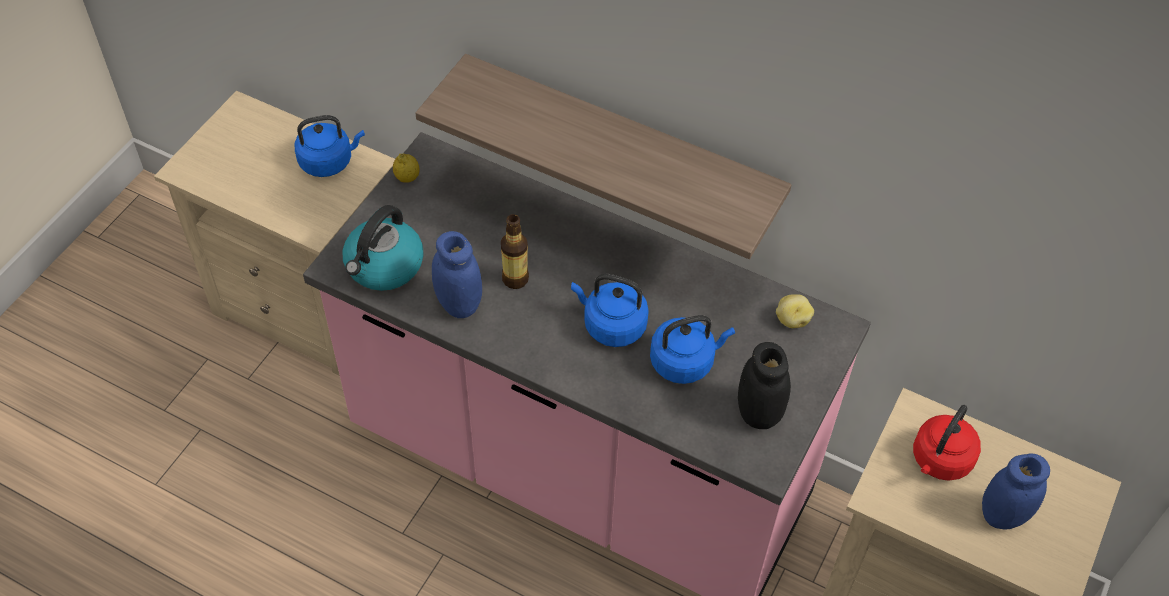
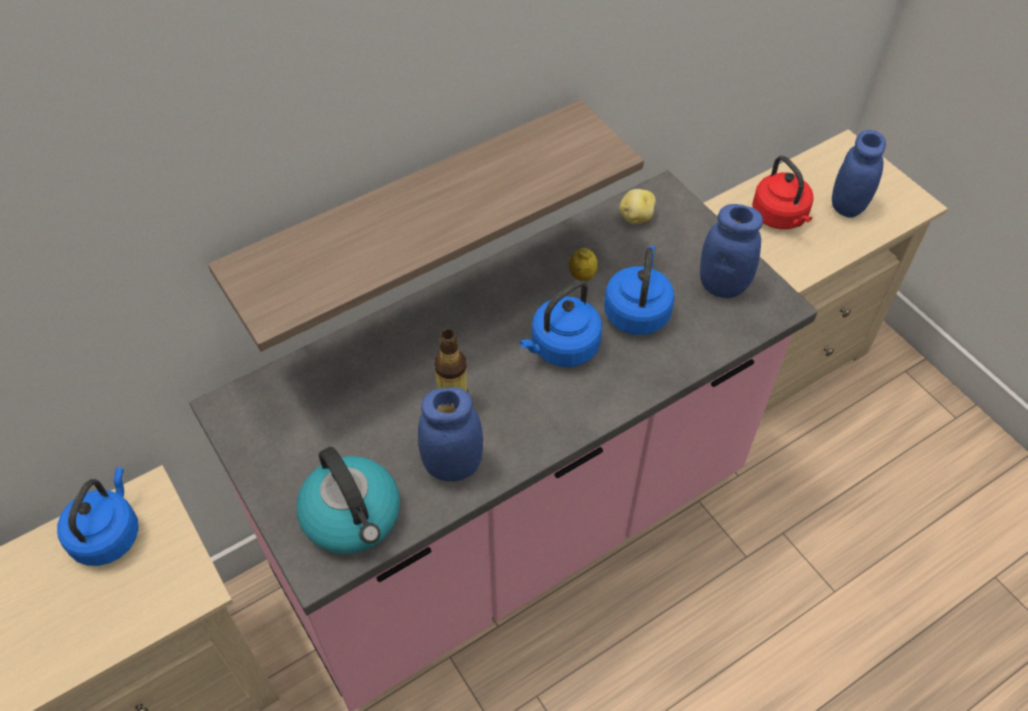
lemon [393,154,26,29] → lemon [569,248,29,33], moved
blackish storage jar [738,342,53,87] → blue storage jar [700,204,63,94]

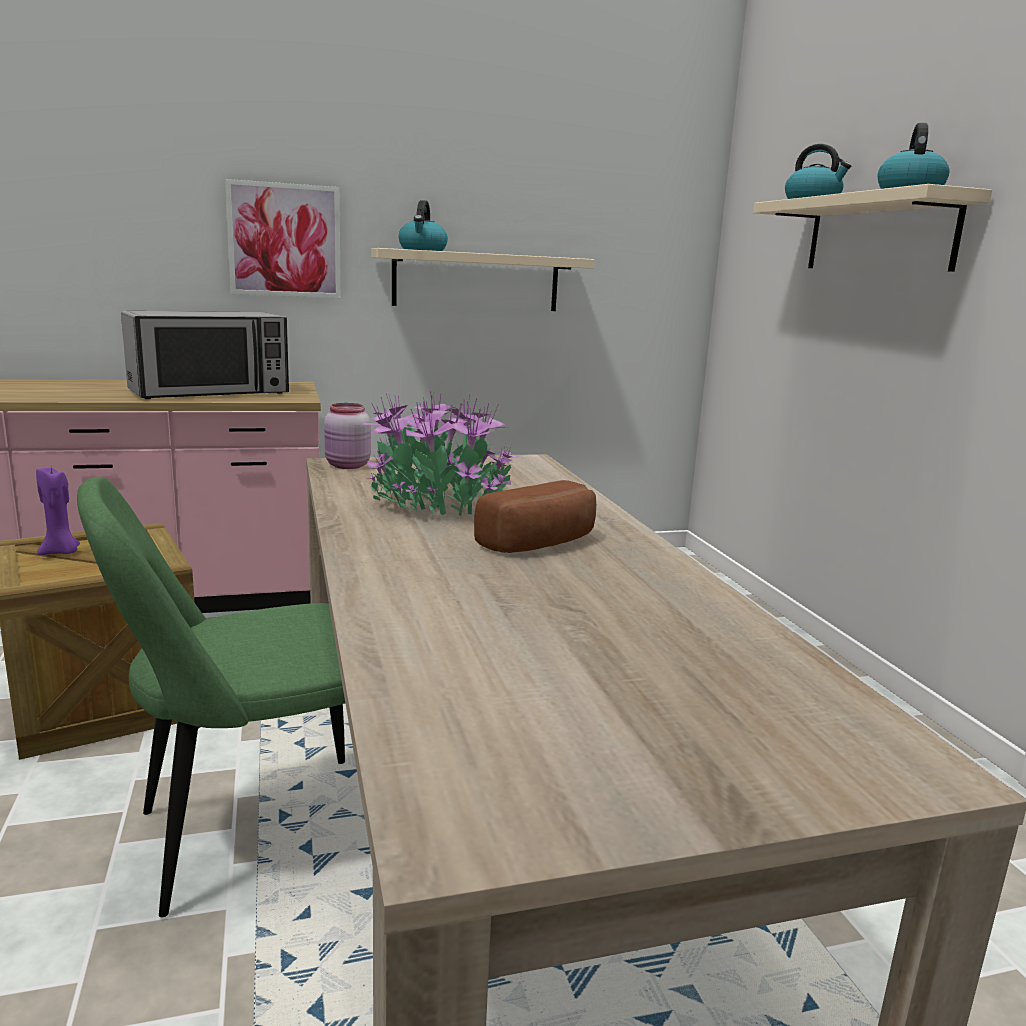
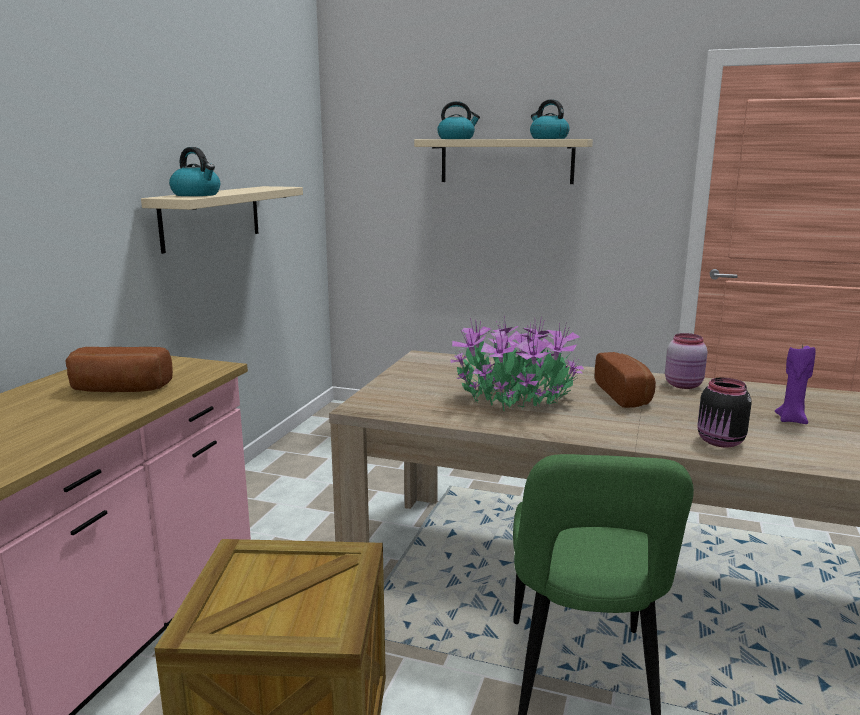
wall picture [225,179,116,119] → -
microwave [121,311,168,88] → bakery bread [65,347,108,45]
pink storage jar [324,403,47,66] → pink storage jar [665,333,42,56], moved
purple-coloured wax light [36,468,44,87] → purple-coloured wax light [775,345,41,79], moved
- → blackish storage jar [697,378,55,70]

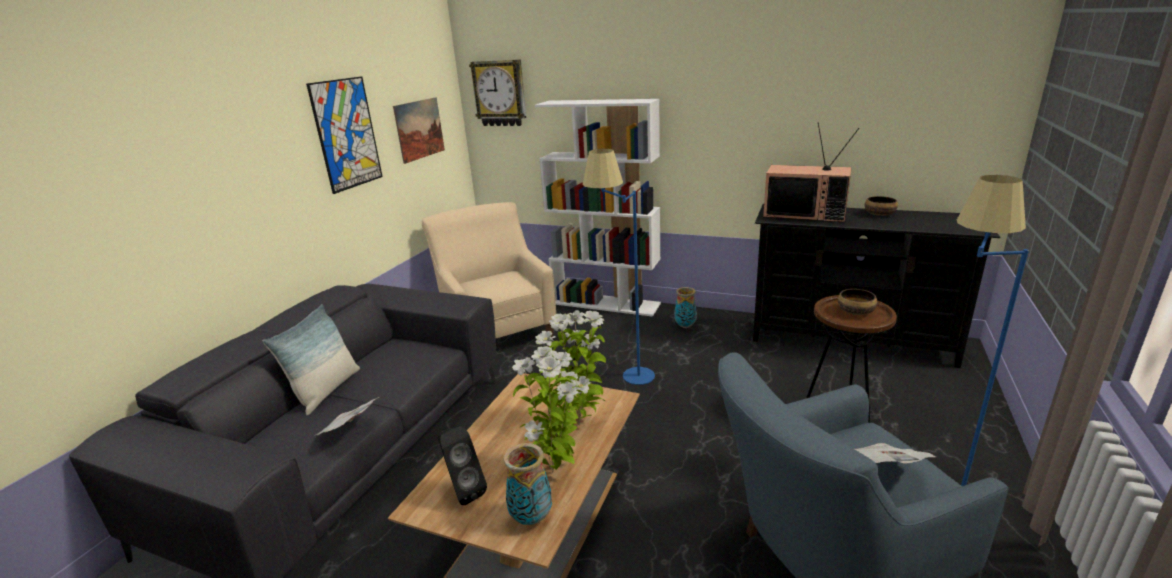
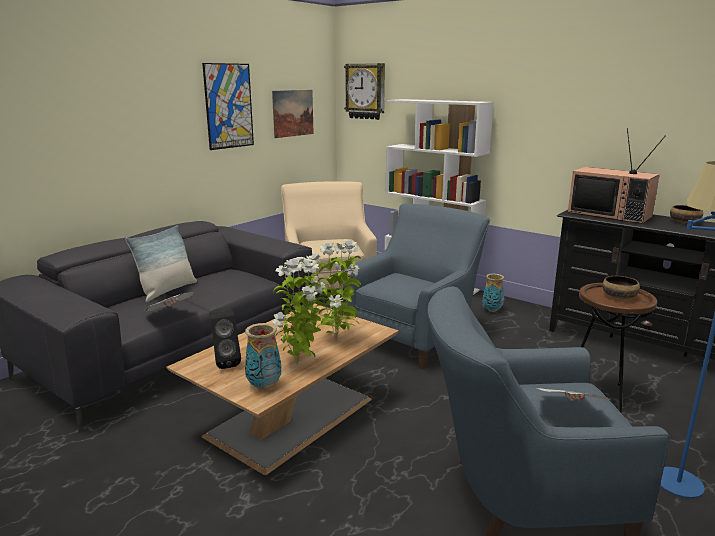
blue standing lamp [583,149,72,236] → blue easy chair [344,203,146,166]

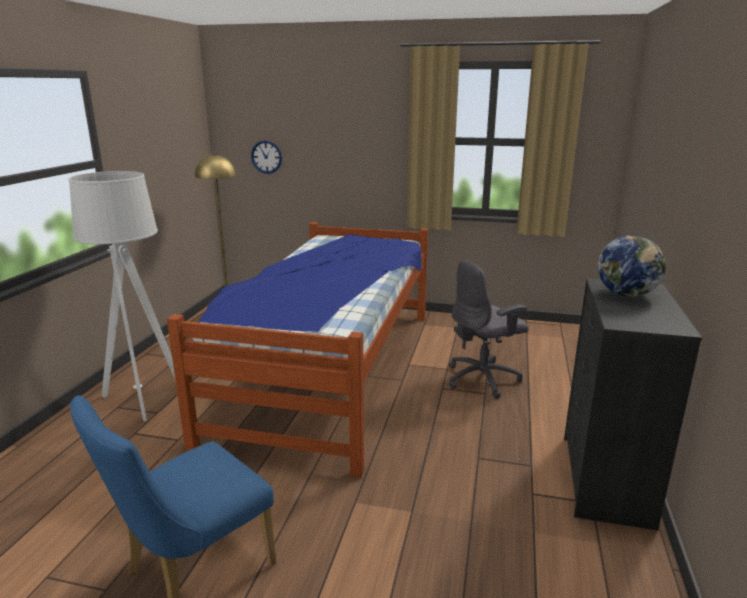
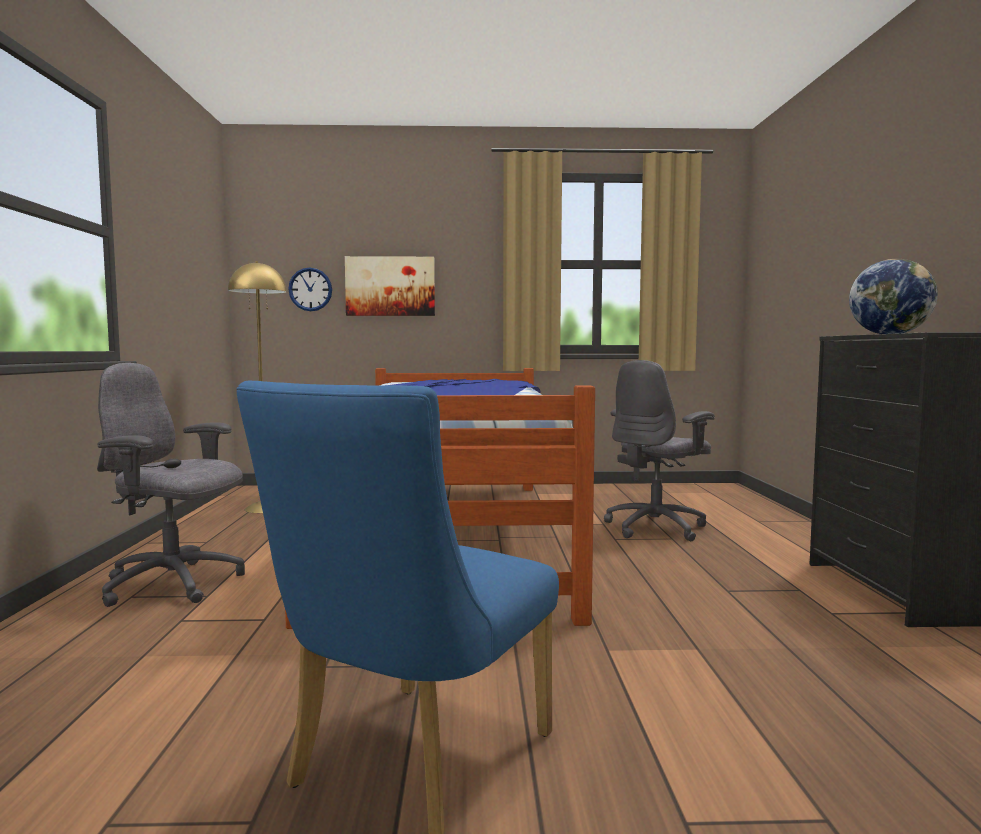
gray standing lamp [69,171,106,250] → gray computer chair [97,363,148,244]
- → wall picture [345,256,90,60]

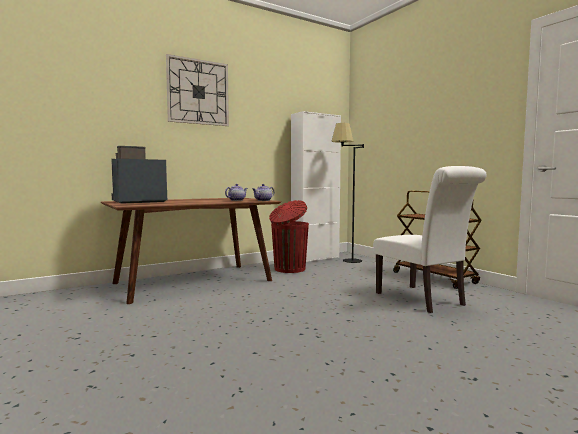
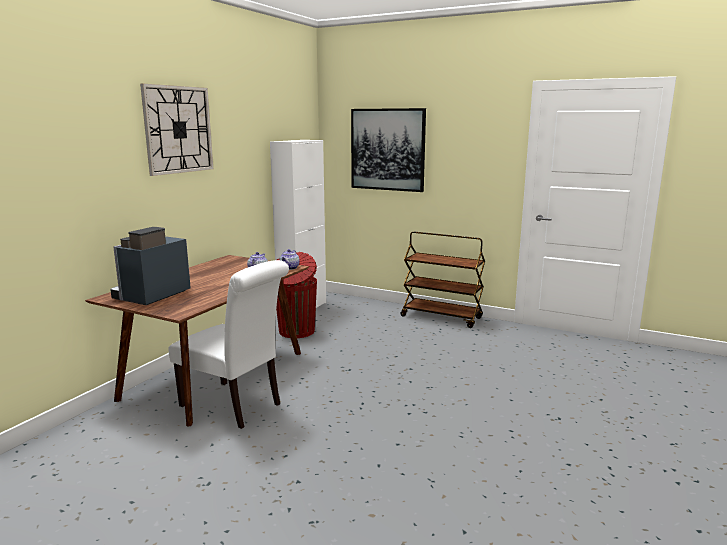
blackish standing lamp [331,123,33,140] → -
white-coloured upright chair [373,166,114,147] → white-coloured upright chair [169,260,120,169], moved
- → wall picture [351,108,75,84]

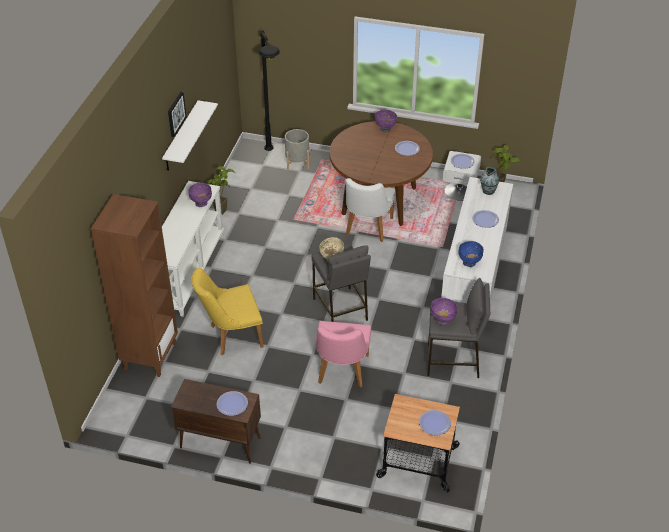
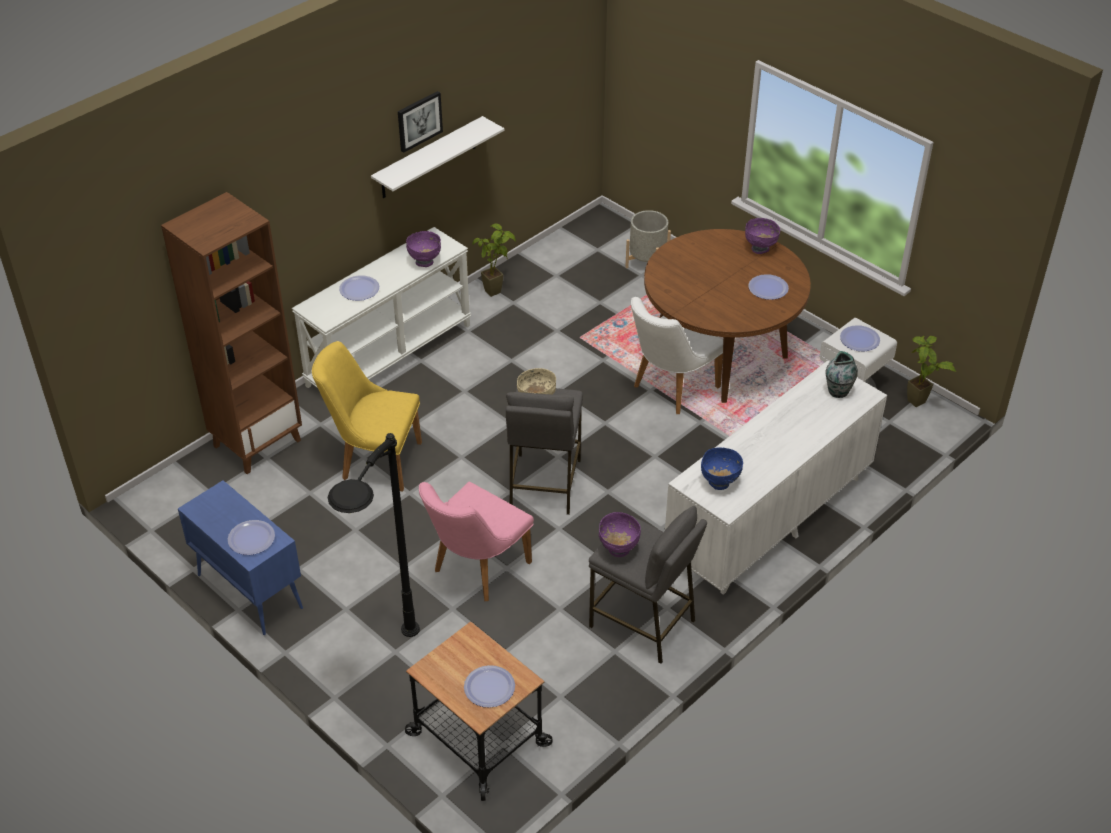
blackish standing lamp [259,30,21,121] → blackish standing lamp [328,433,92,204], moved
plate [472,210,27,18] → plate [339,275,40,26], moved
brown cupboard [171,379,90,85] → blue cupboard [178,480,125,155]

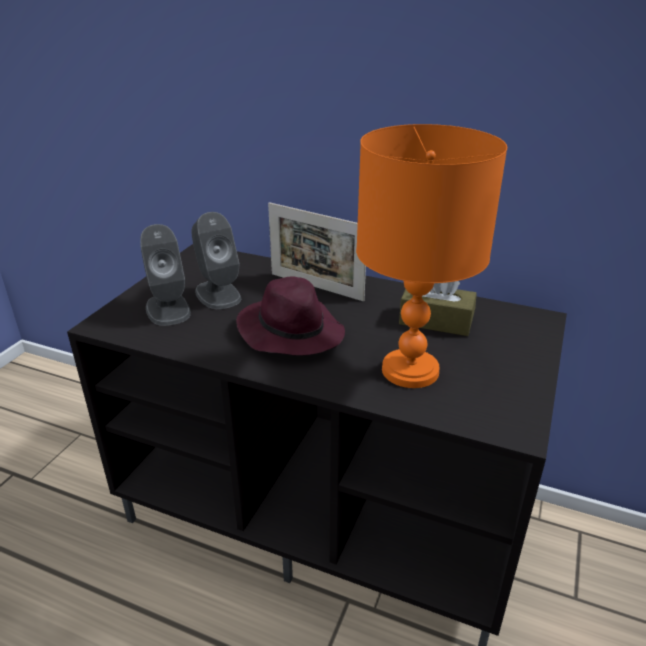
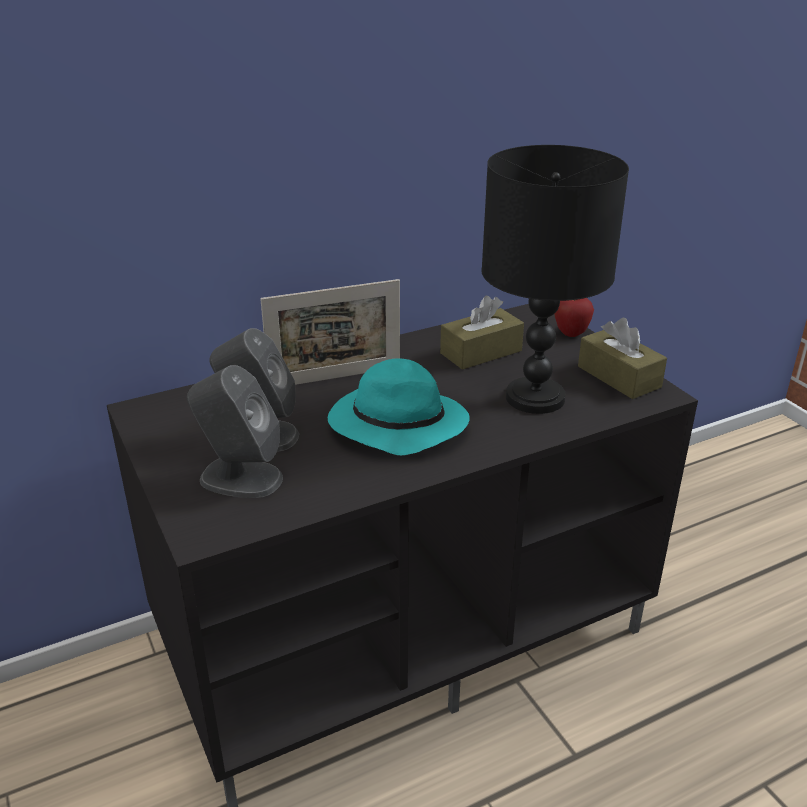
orange table lamp [356,124,151,264] → blackish table lamp [481,145,148,269]
purple-coloured clothing hat [236,276,109,80] → turquoise clothing hat [328,358,142,97]
- → whole apple [555,298,39,39]
- → brown tissue box [578,318,89,81]

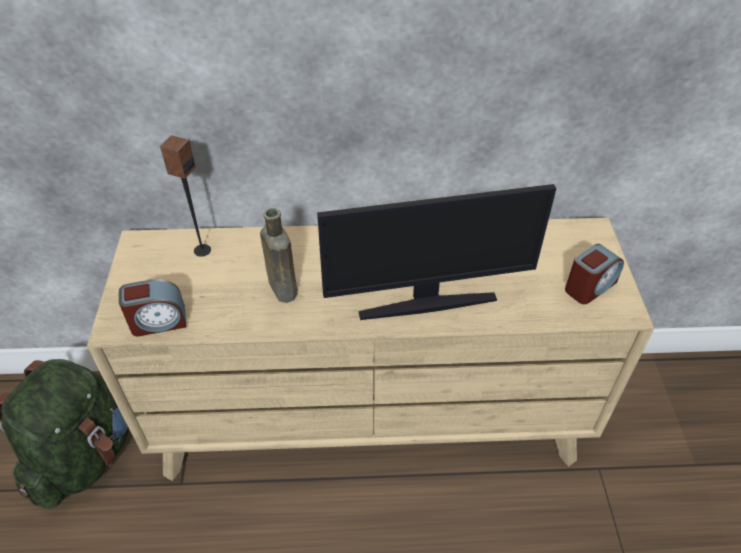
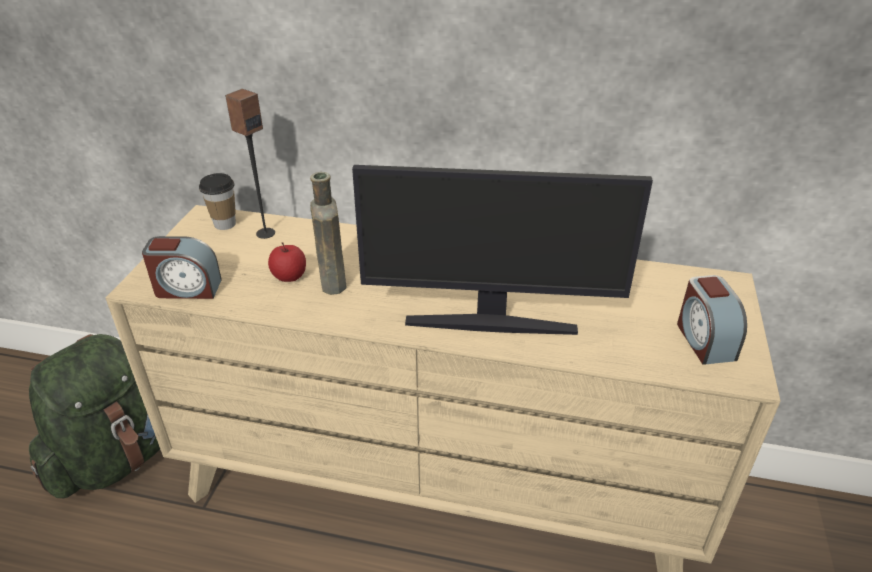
bedside clock [565,244,59,60] → bedside clock [677,275,70,90], 105 degrees clockwise
- → small cup [199,173,37,57]
- → whole apple [268,242,38,40]

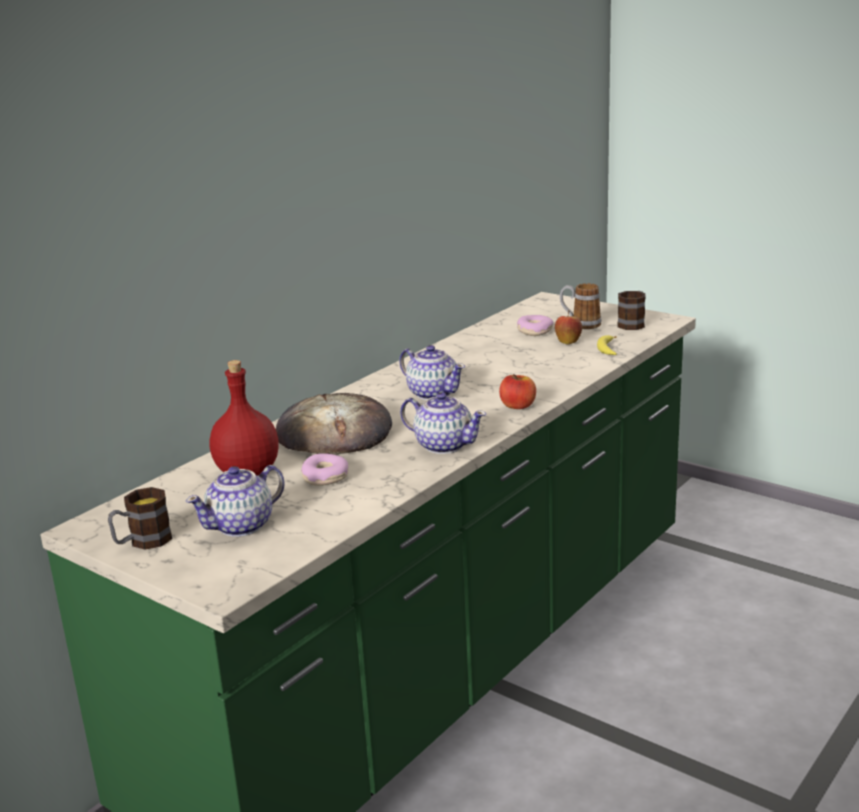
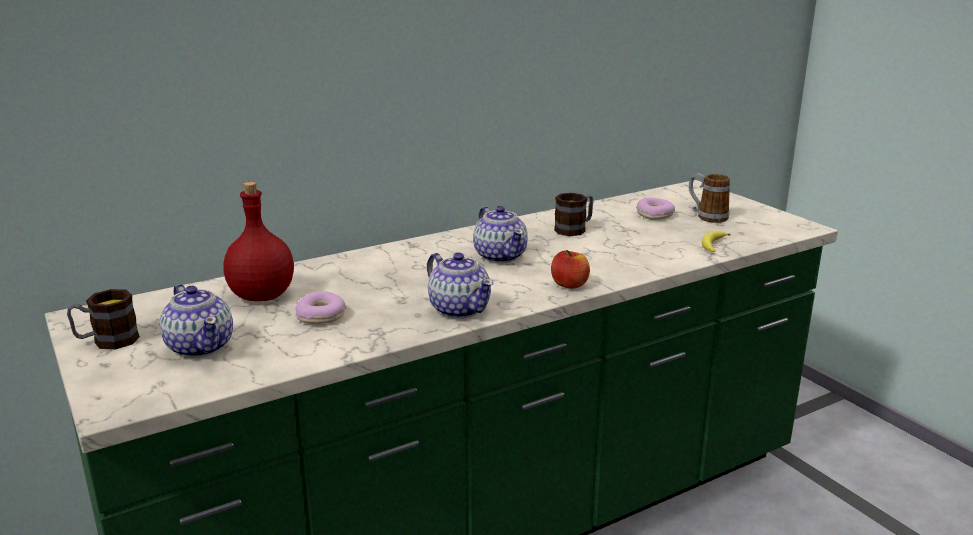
mug [617,291,29,39] → mug [554,193,40,43], moved
whole apple [555,310,27,35] → -
bakery bread [276,393,116,62] → -
pot for tea [186,465,99,72] → pot for tea [160,284,73,74], 105 degrees counterclockwise

